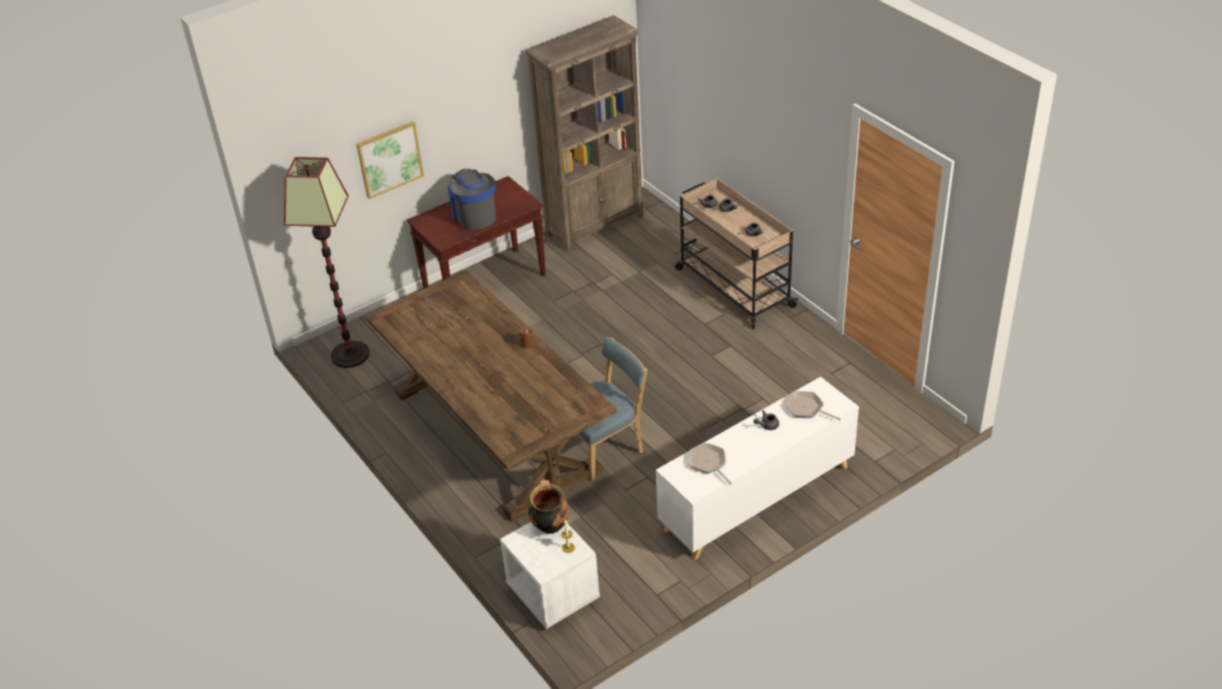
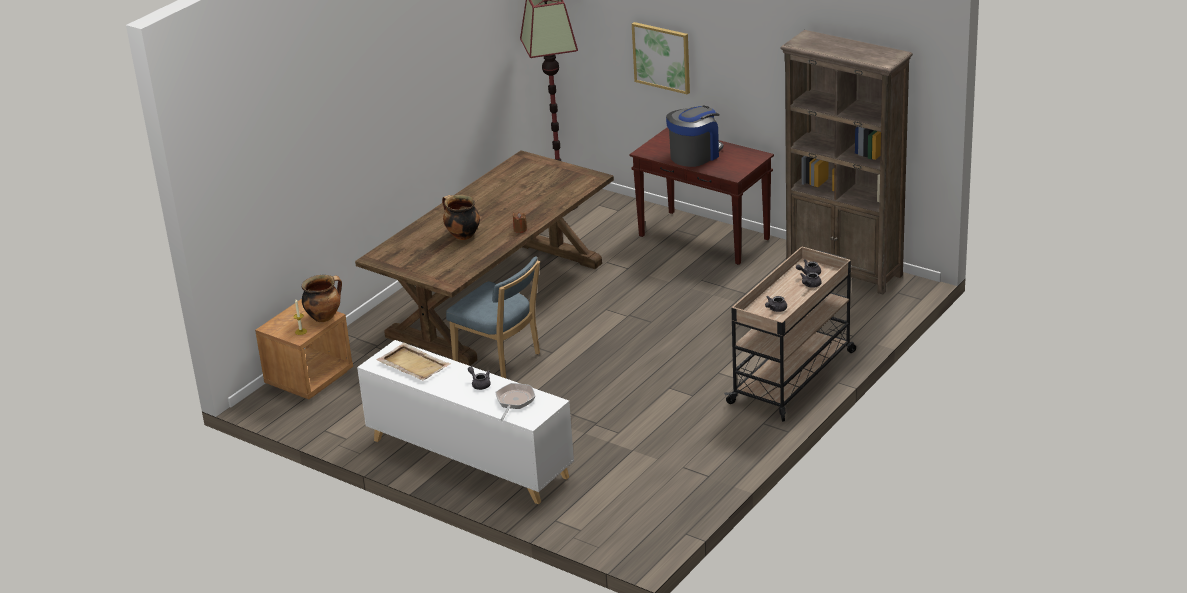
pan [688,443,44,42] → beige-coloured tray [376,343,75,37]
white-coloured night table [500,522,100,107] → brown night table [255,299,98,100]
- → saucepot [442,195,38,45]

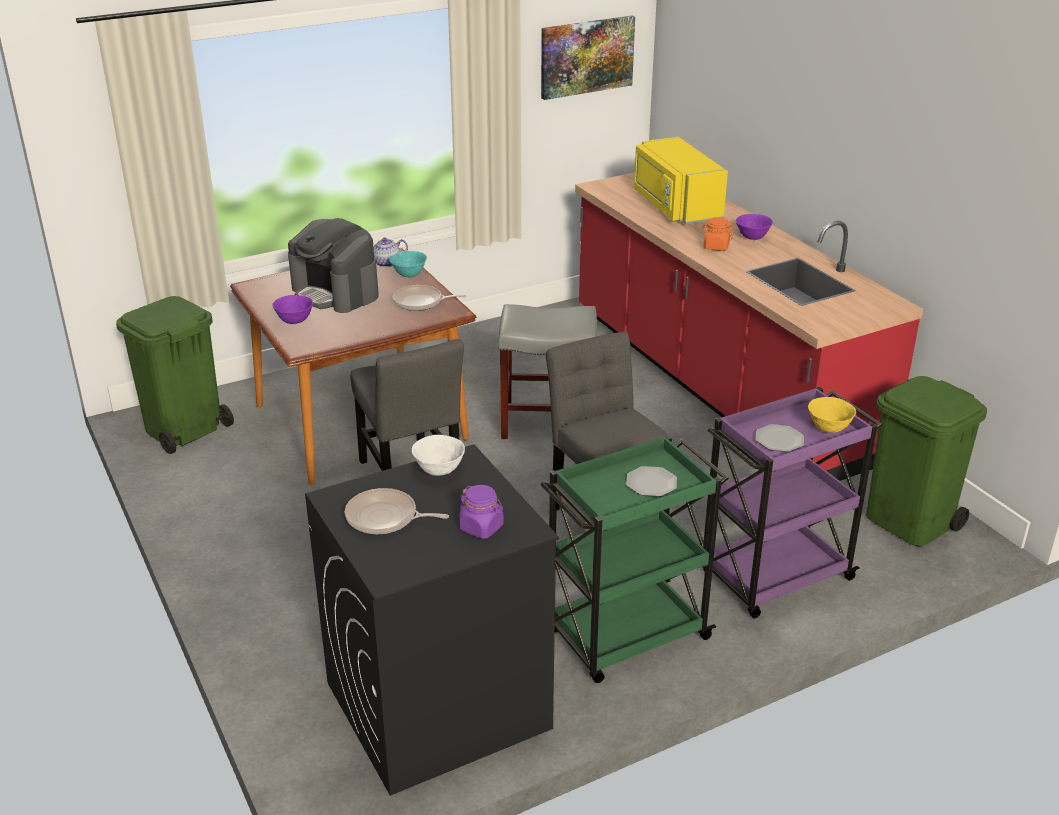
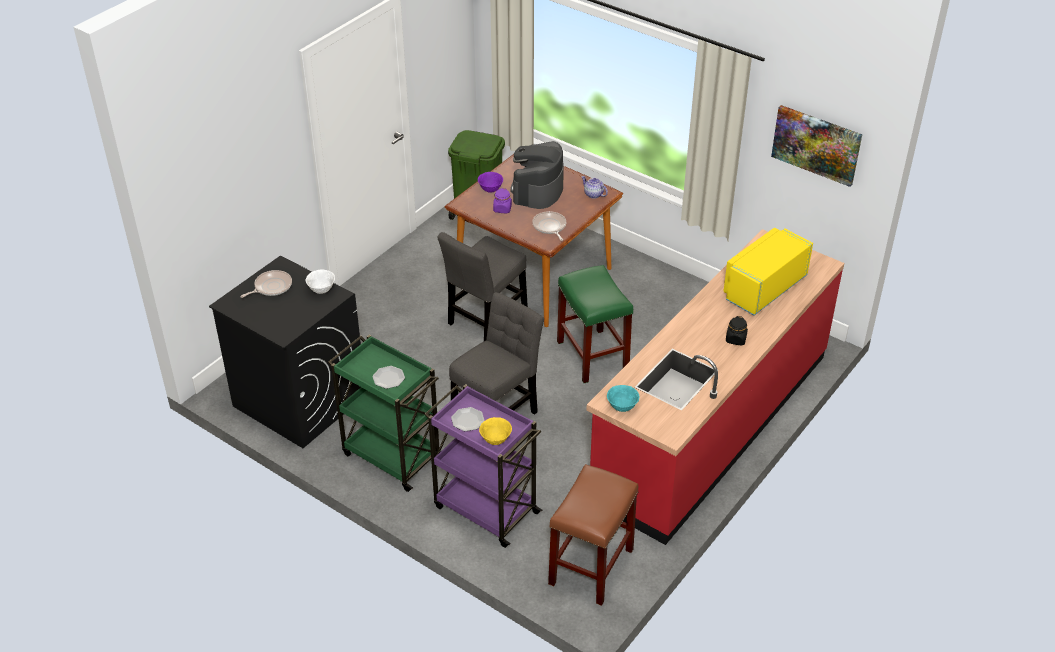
purple-coloured serving bowl [736,214,37,26] → blackish storage jar [726,316,22,29]
orange storage jar [702,217,31,34] → -
turquoise serving bowl [389,251,38,26] → turquoise serving bowl [607,385,33,27], moved
gray sitting stool [499,304,98,136] → green-coloured sitting stool [557,265,76,118]
green-coloured trash can [866,376,121,170] → brown sitting stool [548,464,90,142]
purple-coloured storage jar [459,485,45,54] → purple-coloured storage jar [493,188,19,25], moved
pan [345,488,104,46] → pan [240,270,52,28], 60 degrees clockwise

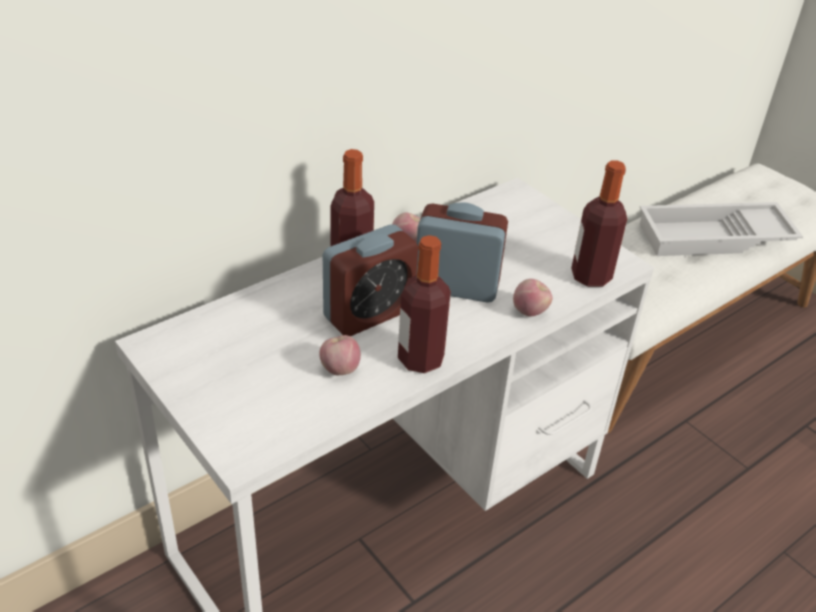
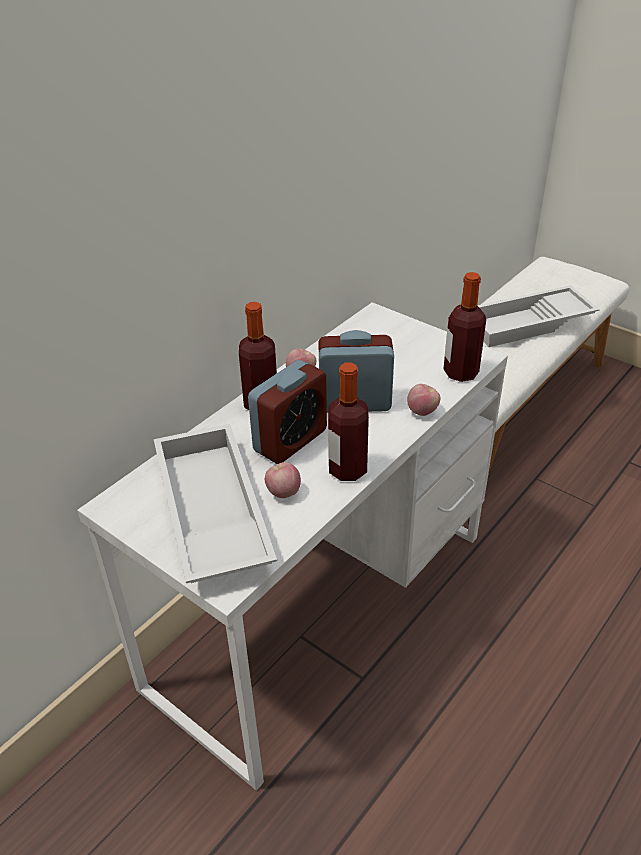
- → white-coloured tray [154,424,123,159]

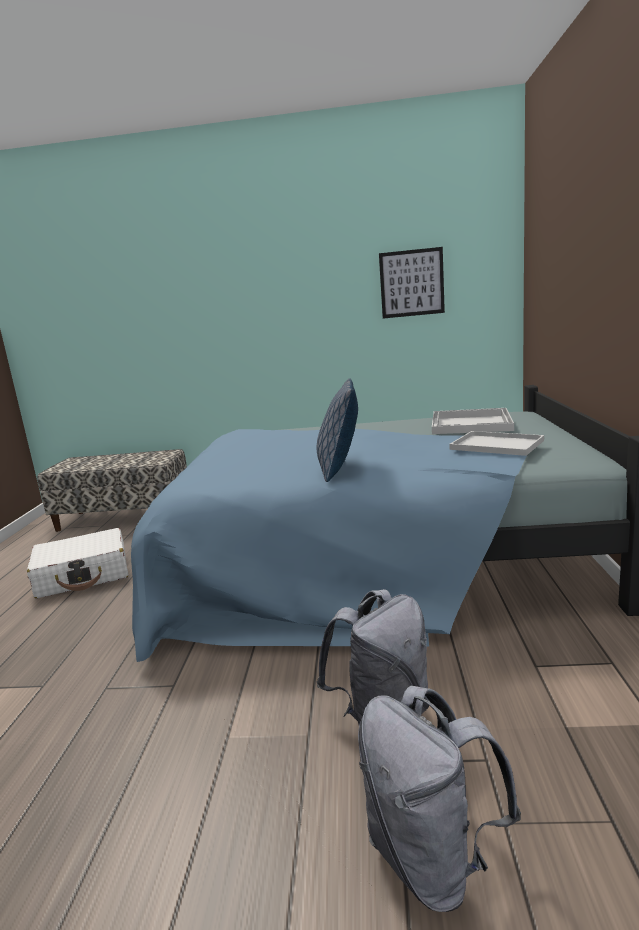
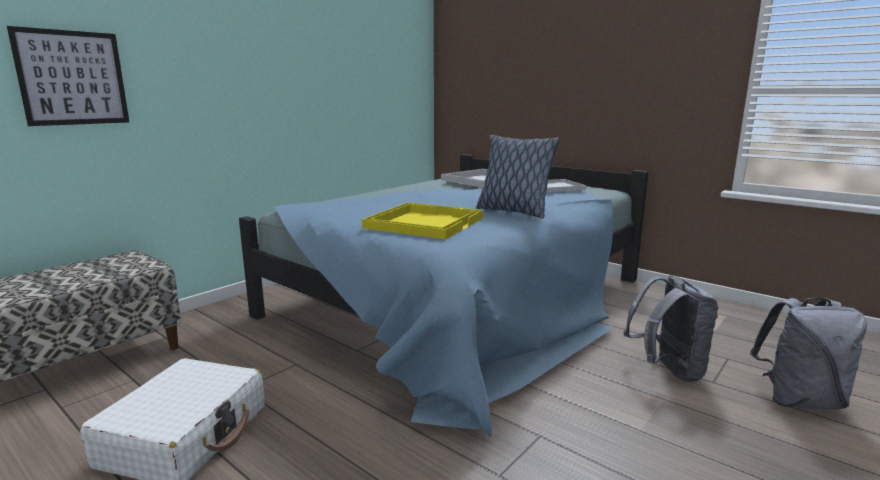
wall picture [379,247,66,72] → wall picture [7,26,122,100], moved
- → yellow tray [362,202,121,37]

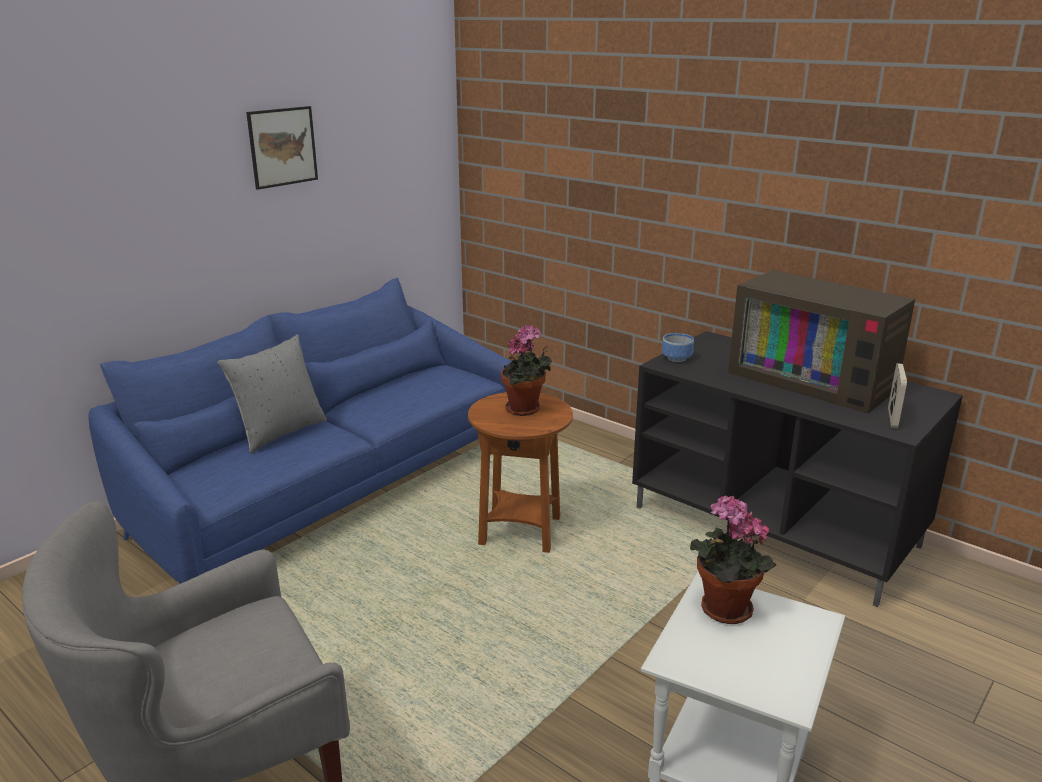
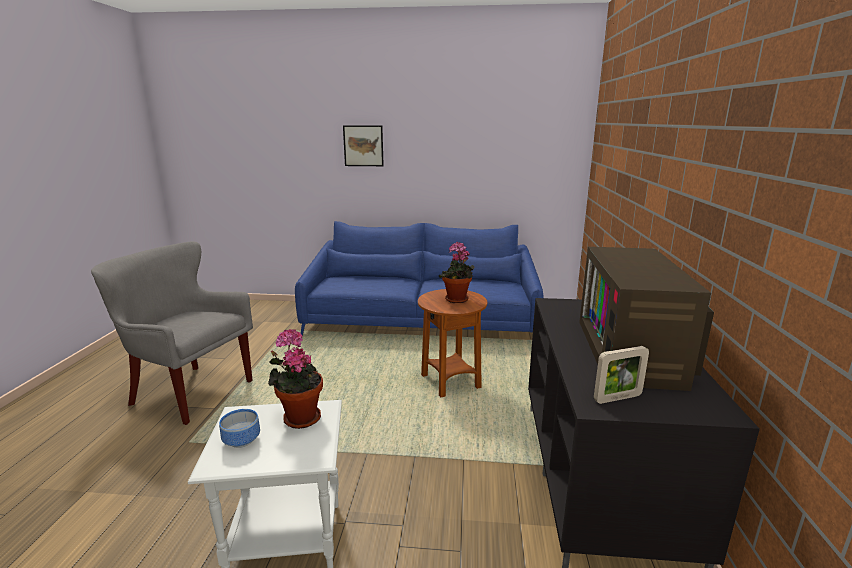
wall picture [246,106,72,84] → wall picture [343,125,41,41], moved
serving bowl [662,333,32,29] → serving bowl [219,409,41,39], moved
gray throw pillow [218,335,109,118] → -

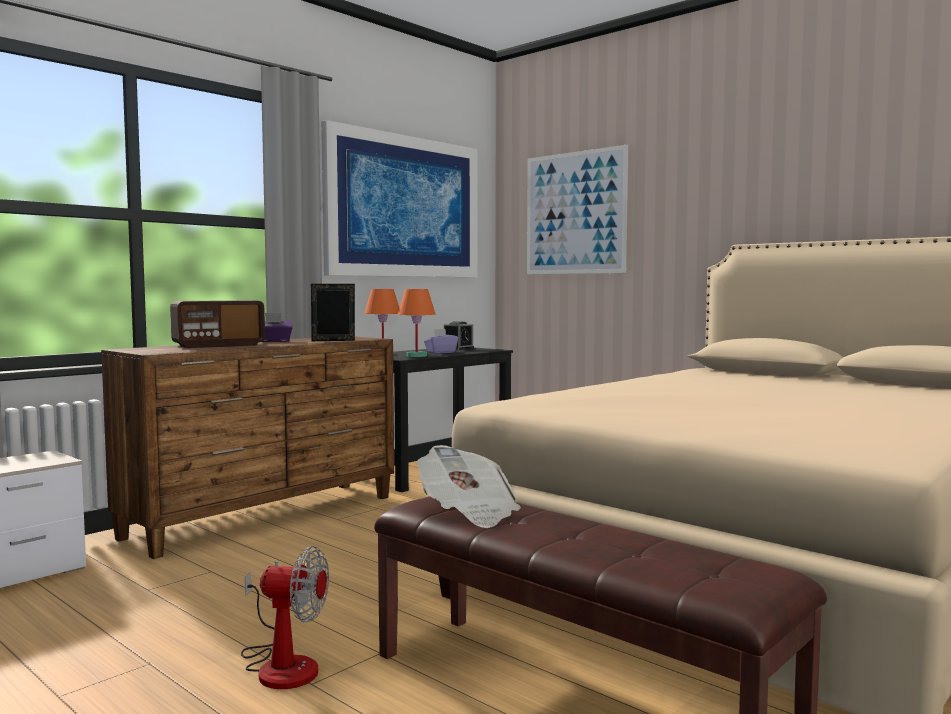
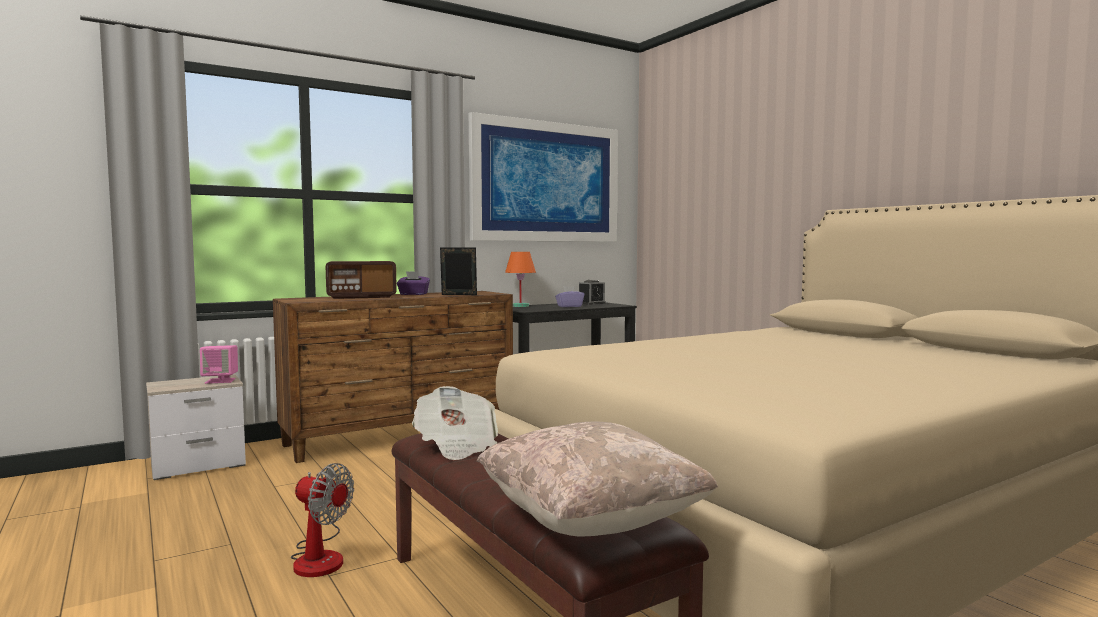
wall picture [527,145,101,129] → -
orange table lamp [398,289,37,68] → -
- → pink speaker [200,345,38,39]
- → beige-coloured throw pillow [477,422,241,114]

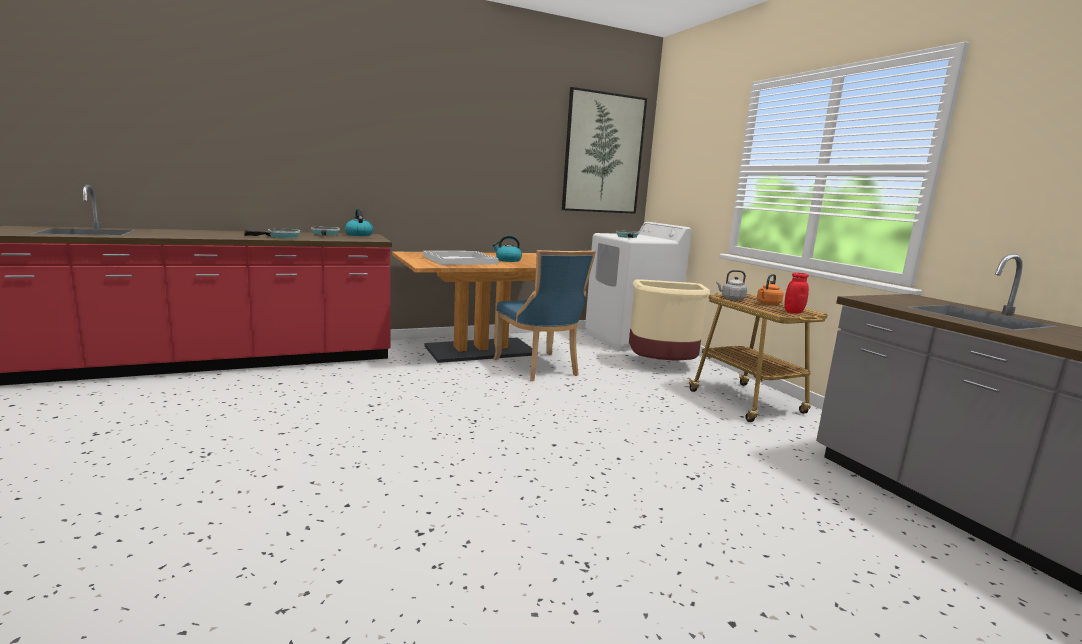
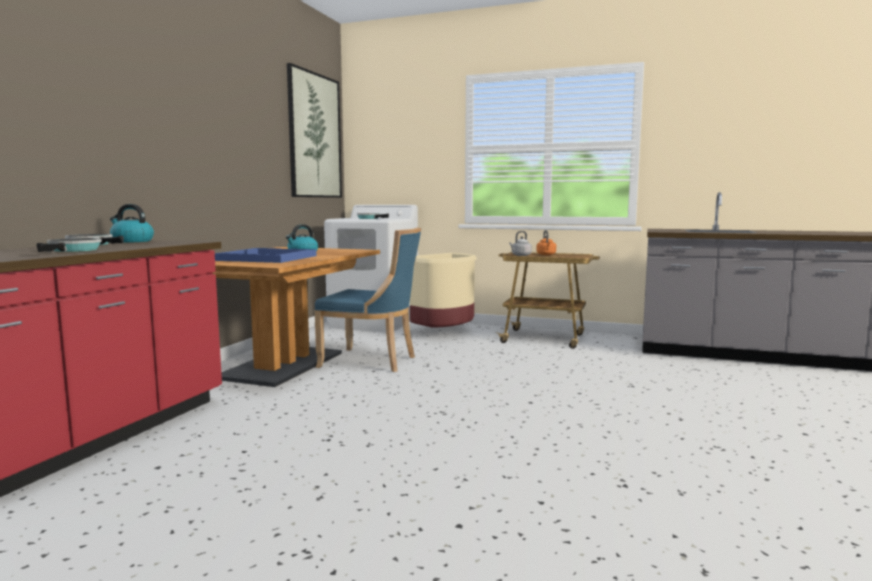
white-coloured tray [423,251,76,14] → blue tray [215,248,101,15]
red-coloured storage jar [785,273,24,41] → -

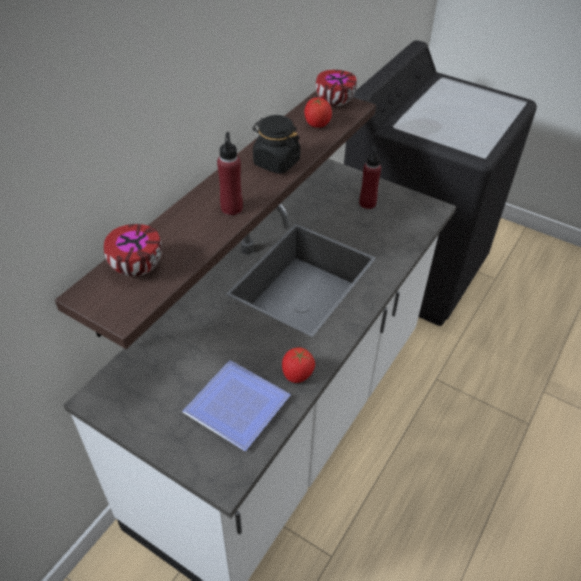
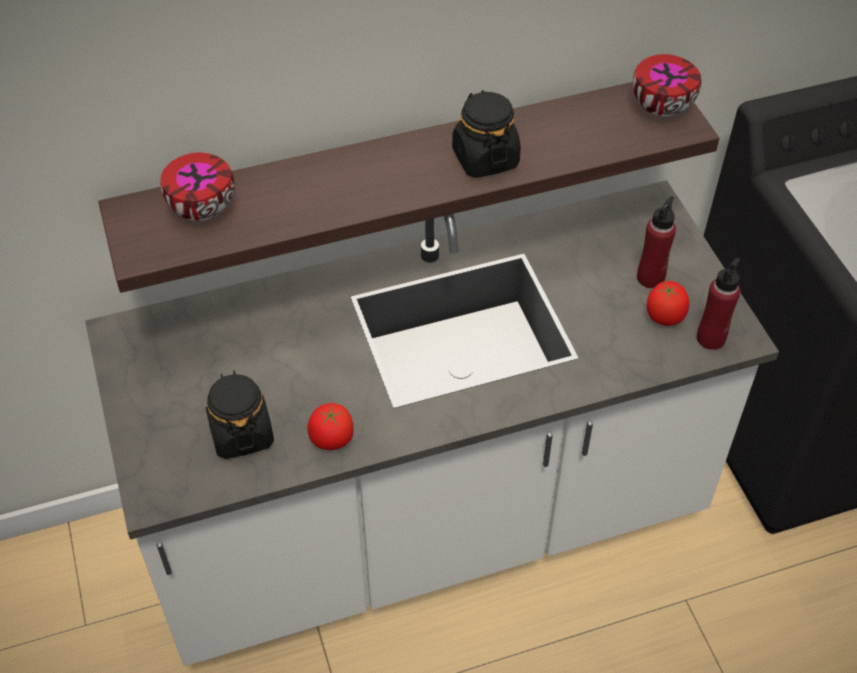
tomato [304,97,28,31] → tomato [647,281,42,45], moved
red-coloured bottle [217,132,26,83] → red-coloured bottle [697,257,43,93], moved
plate [182,360,108,91] → blackish storage jar [206,371,68,88]

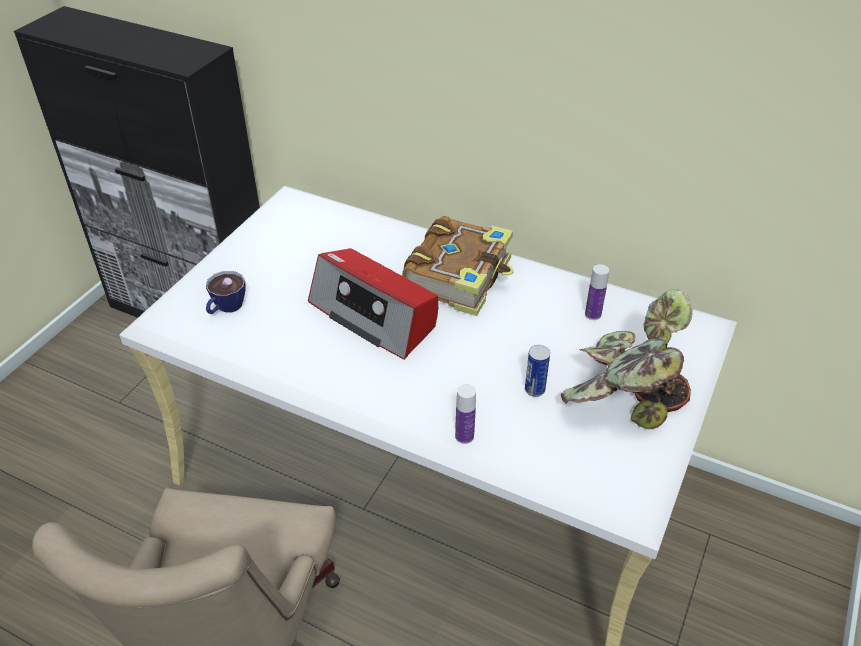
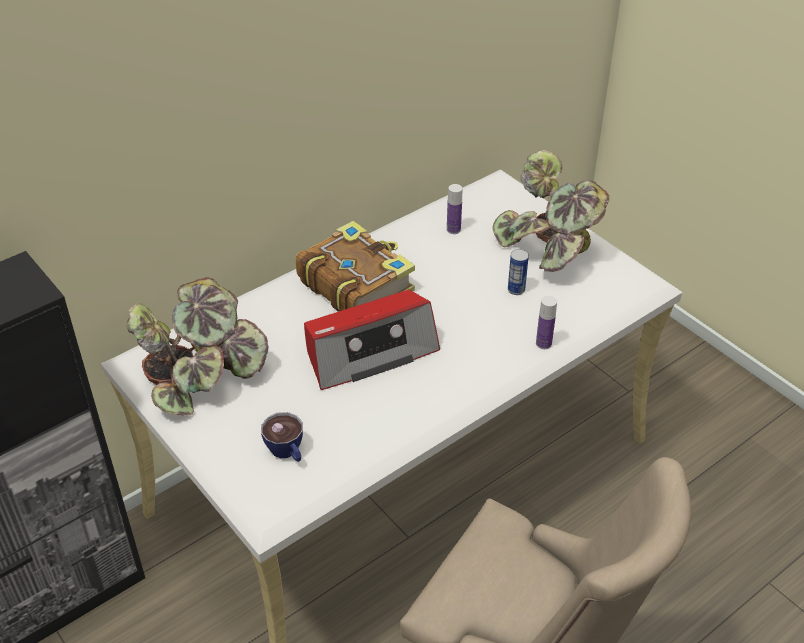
- → houseplant [127,277,141,138]

